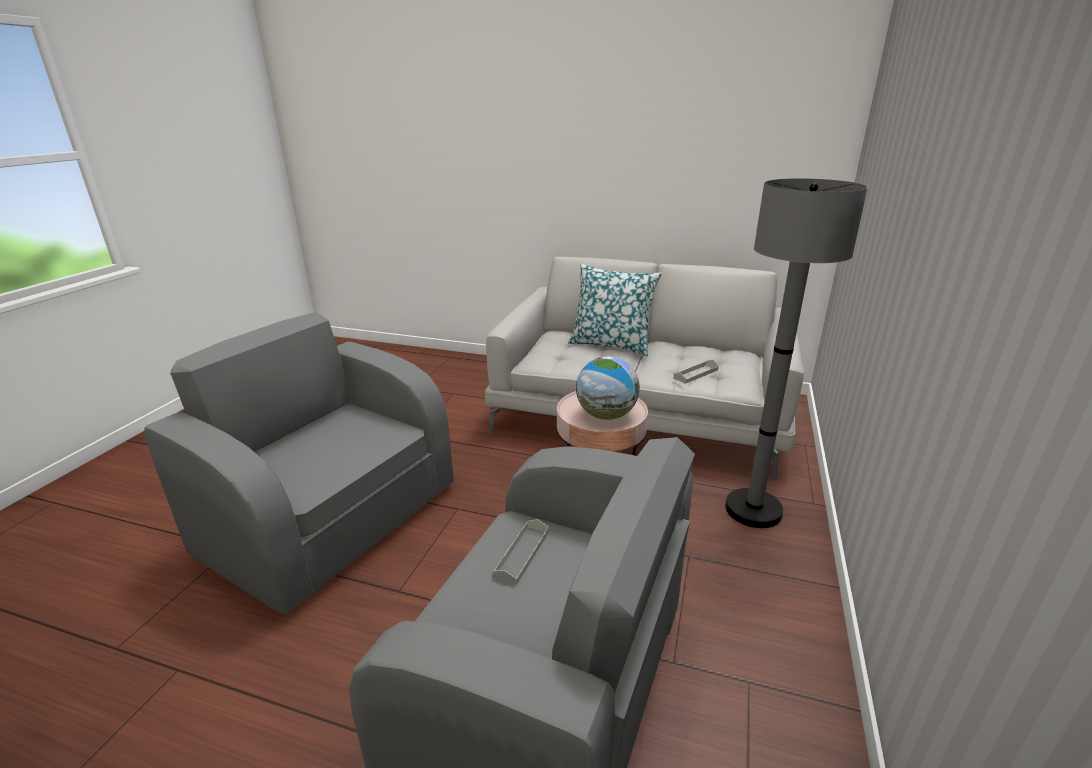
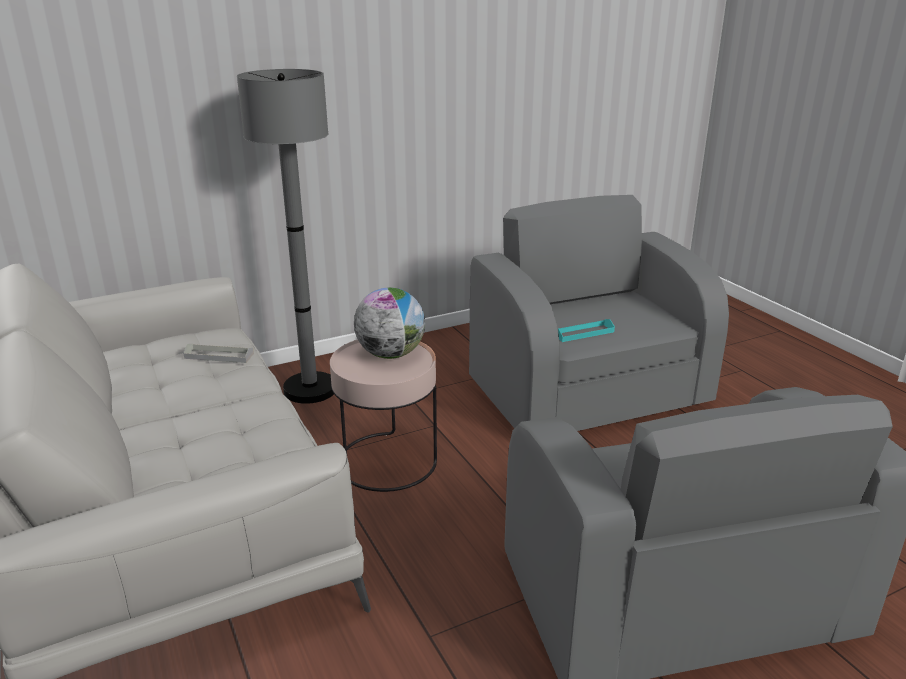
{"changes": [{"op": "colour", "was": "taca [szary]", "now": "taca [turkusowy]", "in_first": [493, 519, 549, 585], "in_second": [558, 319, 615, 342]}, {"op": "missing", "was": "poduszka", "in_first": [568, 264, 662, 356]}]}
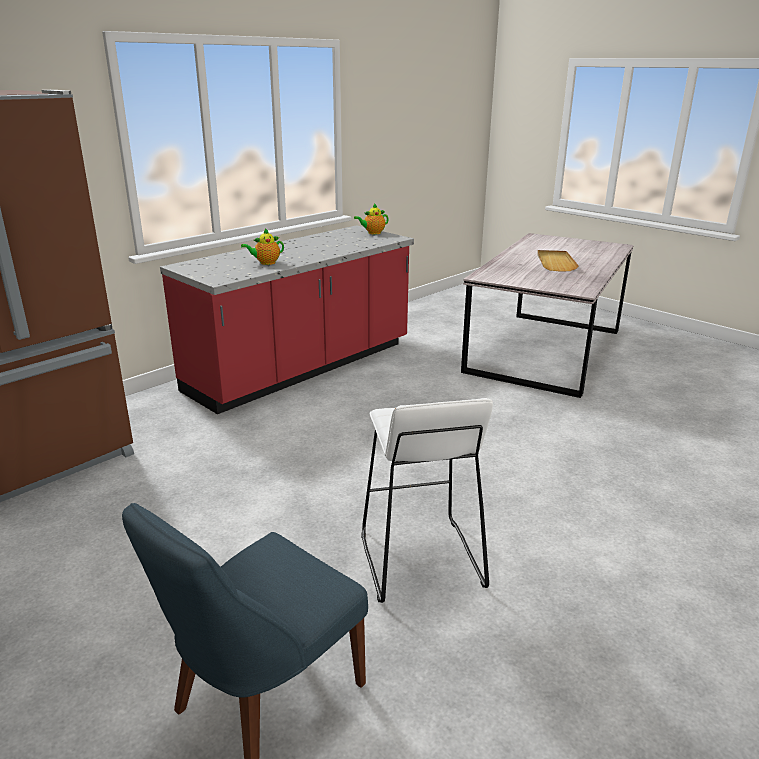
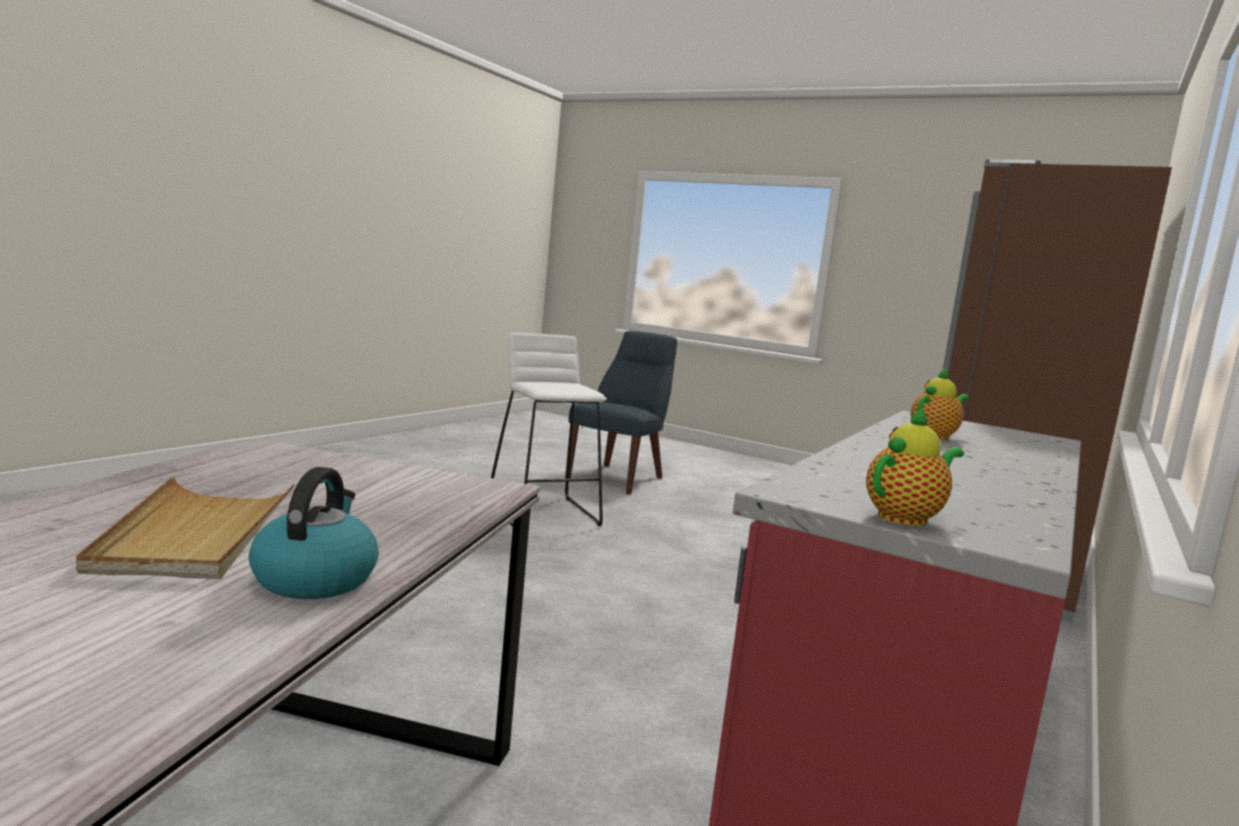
{"changes": [{"op": "appeared", "now": "czajnik", "in_second": [249, 467, 379, 599]}]}
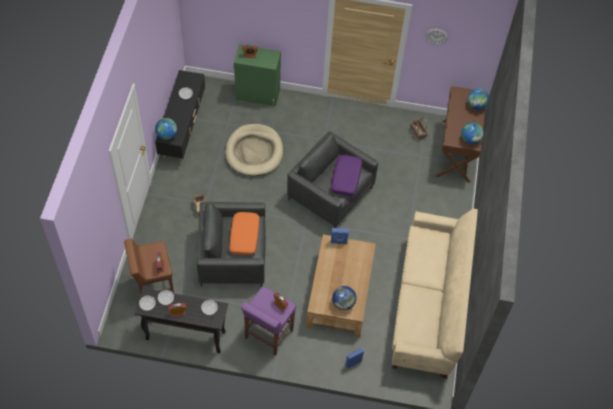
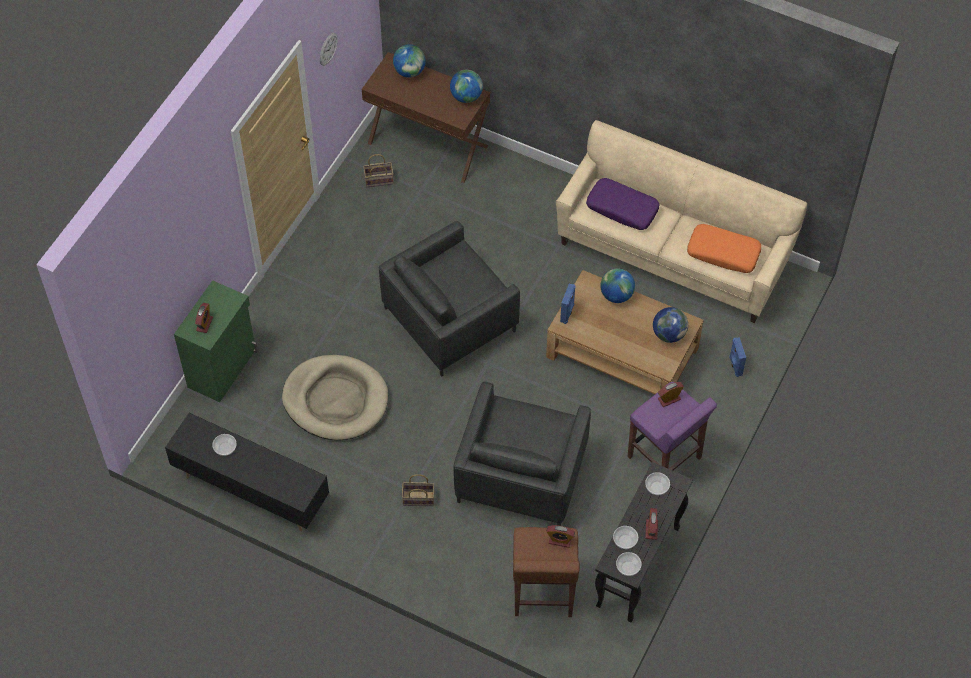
{"changes": [{"op": "relocated", "was": "poduszka [fioletowy]", "in_first": [331, 155, 363, 195], "in_second": [586, 178, 660, 230]}, {"op": "relocated", "was": "globus", "in_first": [155, 118, 177, 140], "in_second": [600, 268, 635, 303]}, {"op": "relocated", "was": "poduszka [pomarańczowy]", "in_first": [229, 212, 260, 255], "in_second": [687, 224, 761, 273]}]}
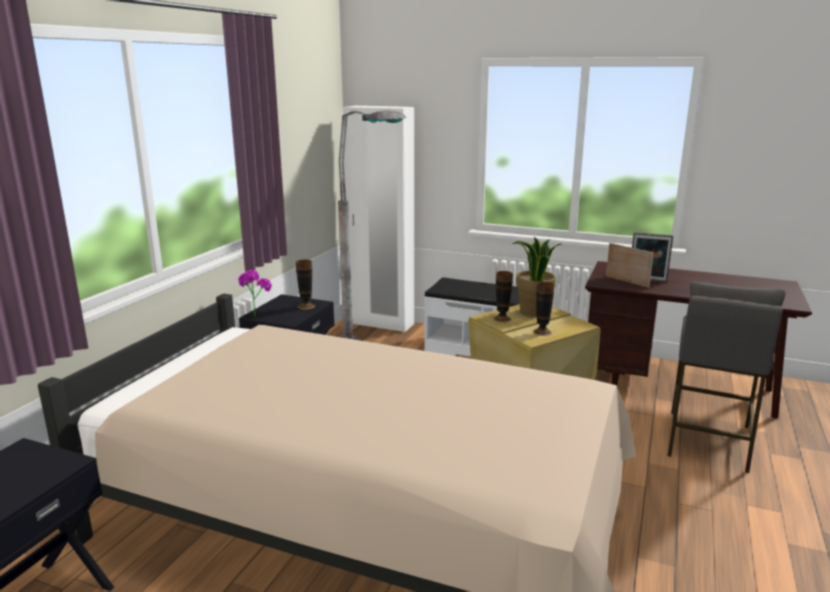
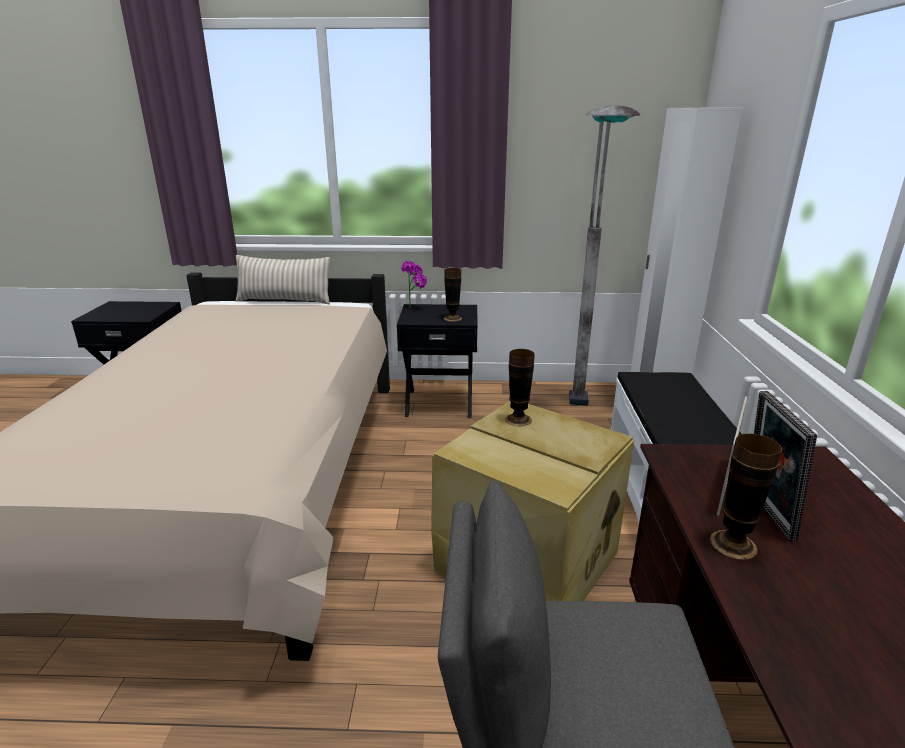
{"changes": [{"op": "appeared", "now": "poduszka [beżowy]", "in_second": [236, 255, 330, 304]}, {"op": "relocated", "was": "wazon", "in_first": [533, 282, 554, 336], "in_second": [710, 433, 782, 560]}, {"op": "missing", "was": "roślina doniczkowa", "in_first": [512, 237, 563, 316]}]}
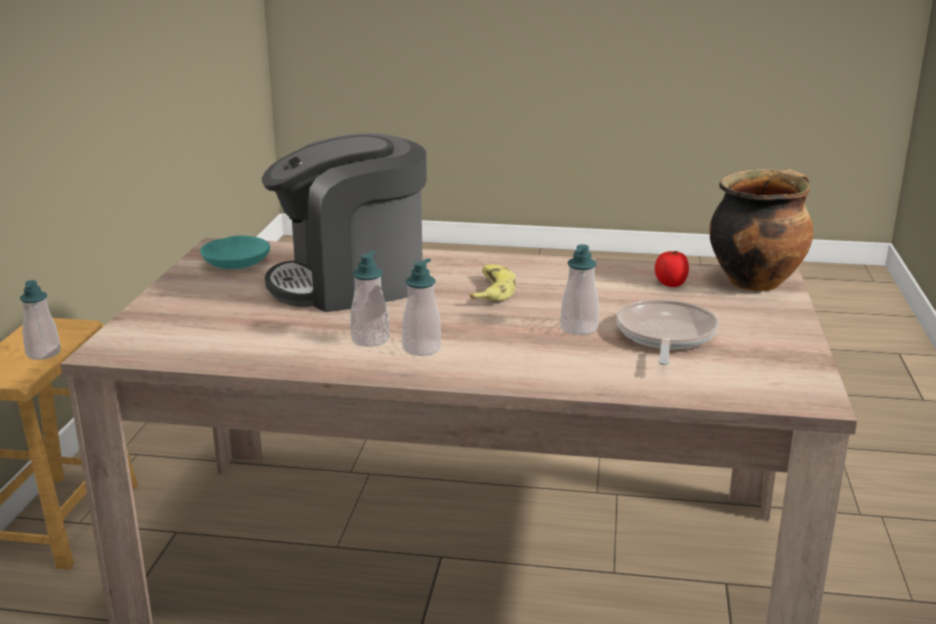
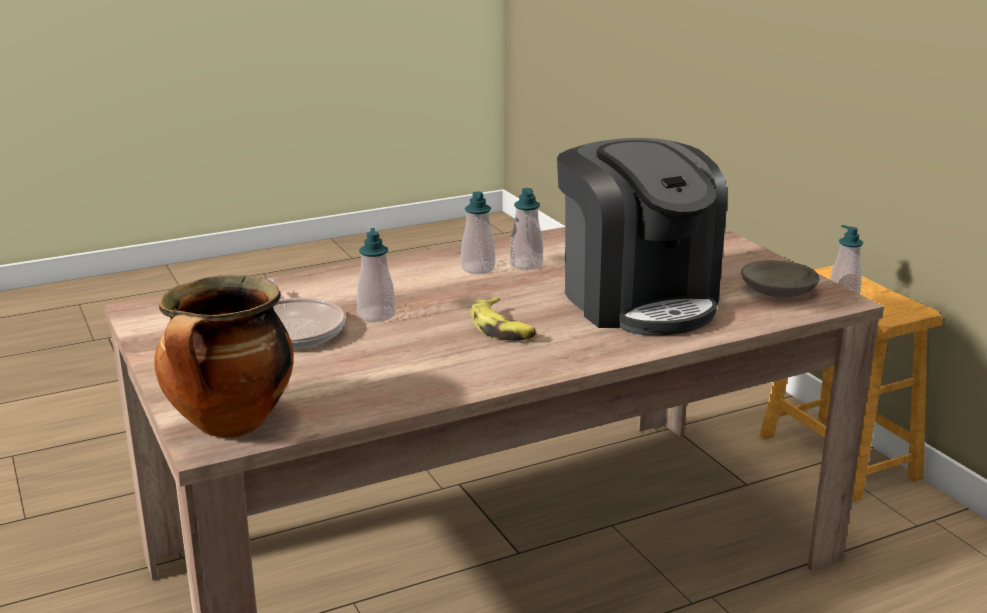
{"changes": [{"op": "spun", "was": "ekspres do kawy", "in_first": [262, 133, 427, 312], "in_second": [557, 138, 727, 335], "clockwise": 120}, {"op": "colour", "was": "miska [turkusowy]", "now": "miska [szary]", "in_first": [200, 235, 270, 269], "in_second": [741, 260, 820, 298]}, {"op": "missing", "was": "pomidor", "in_first": [655, 251, 689, 287]}]}
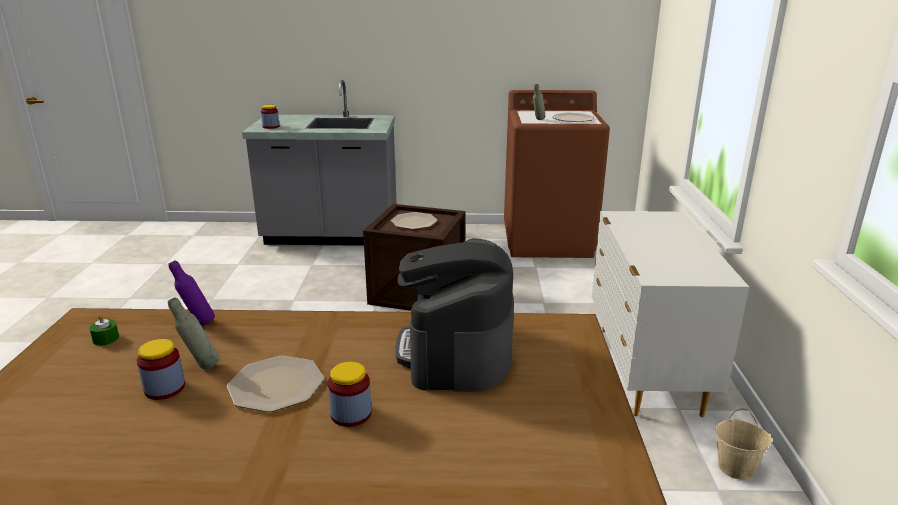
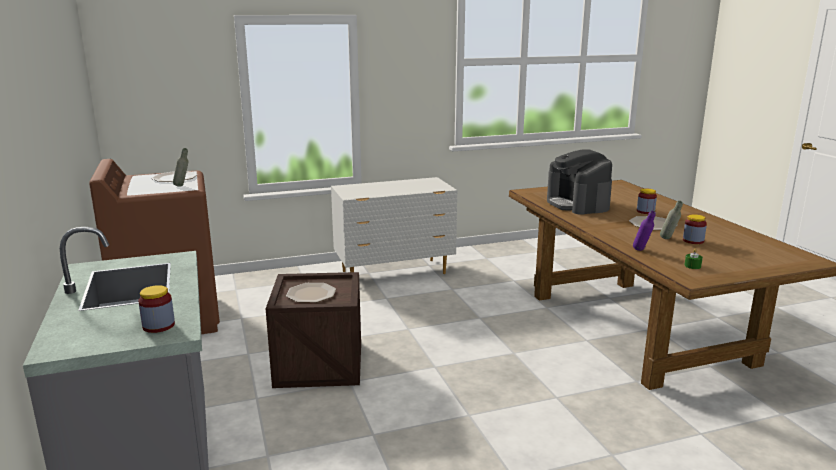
{"changes": [{"op": "spun", "was": "ekspres do kawy", "in_first": [396, 238, 514, 392], "in_second": [547, 149, 612, 215], "clockwise": 90}, {"op": "missing", "was": "wiadro [beżowy]", "in_first": [716, 409, 772, 480]}]}
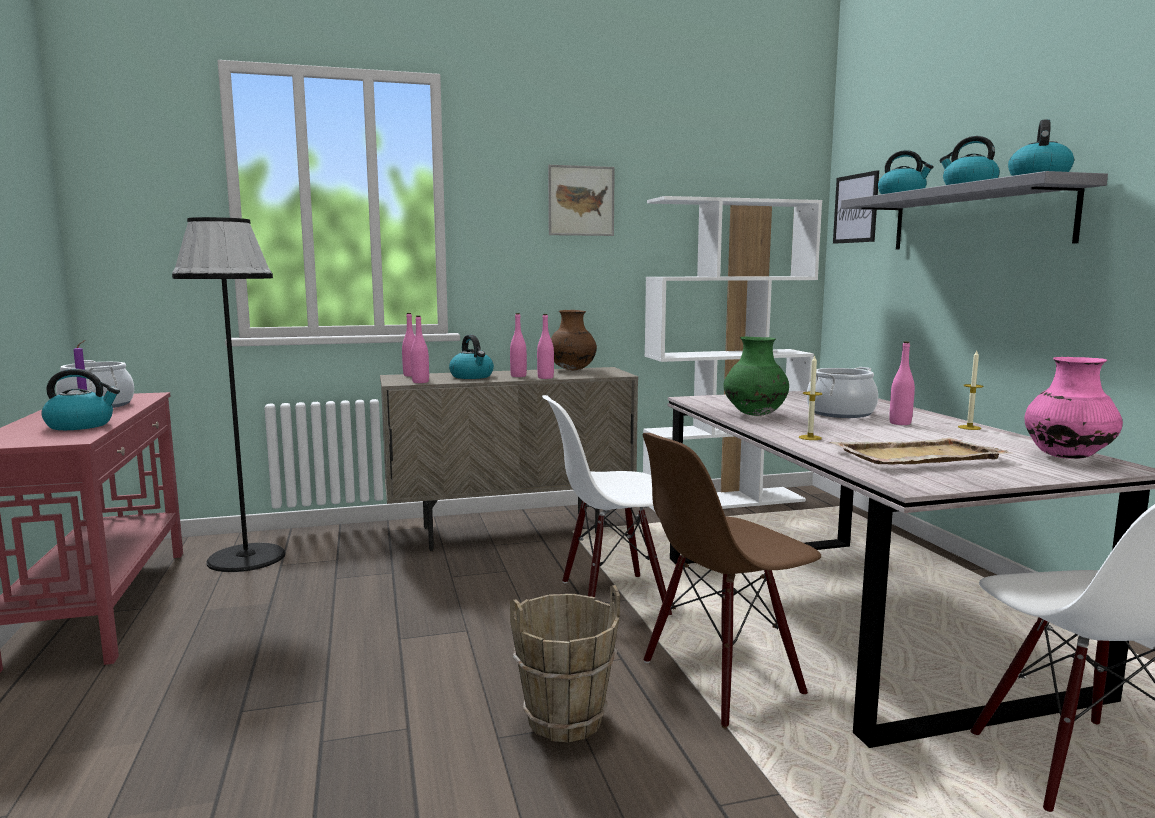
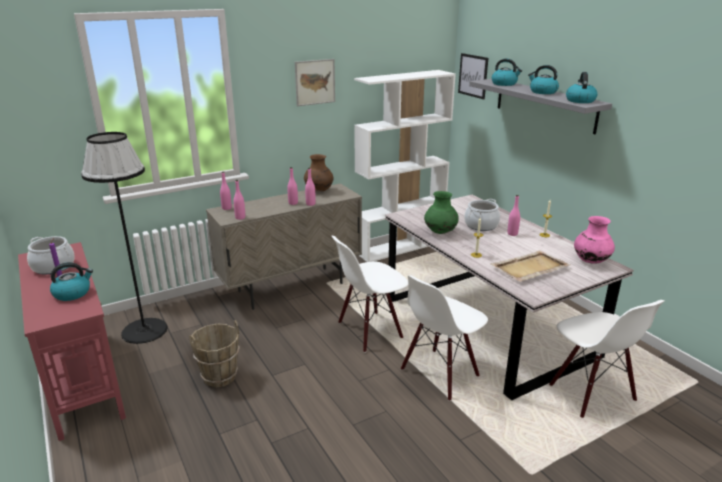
{"changes": [{"op": "relocated", "was": "wiadro [brązowy]", "in_first": [510, 585, 620, 742], "in_second": [189, 320, 240, 387]}, {"op": "colour", "was": "krzesło [brązowy]", "now": "krzesło [biały]", "in_first": [643, 433, 821, 729], "in_second": [401, 276, 488, 401]}, {"op": "missing", "was": "czajnik", "in_first": [449, 335, 494, 379]}]}
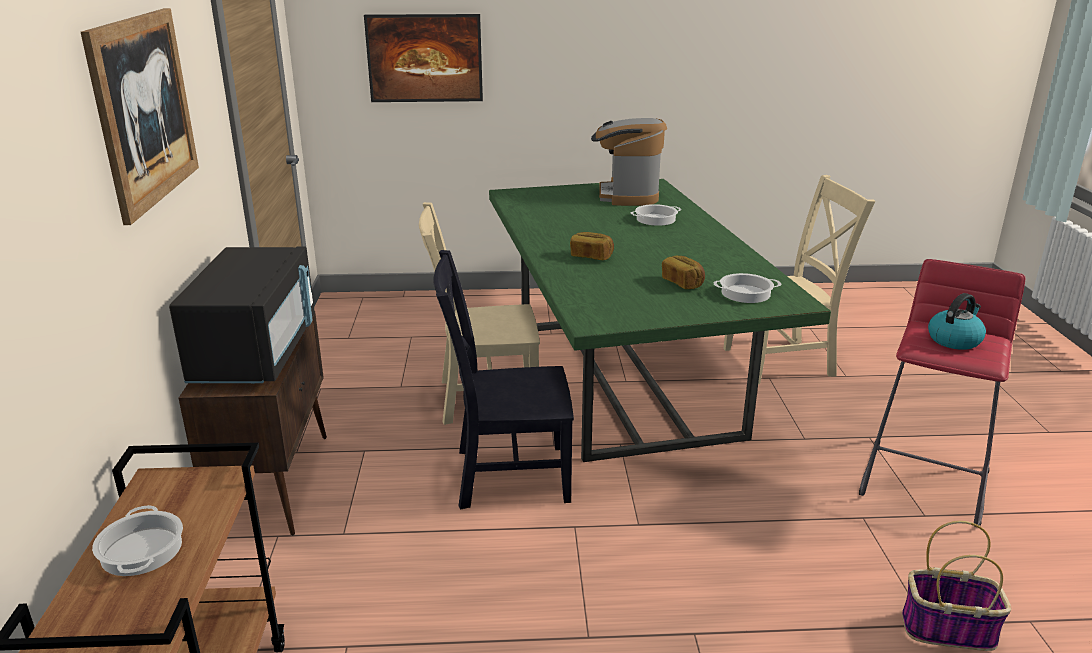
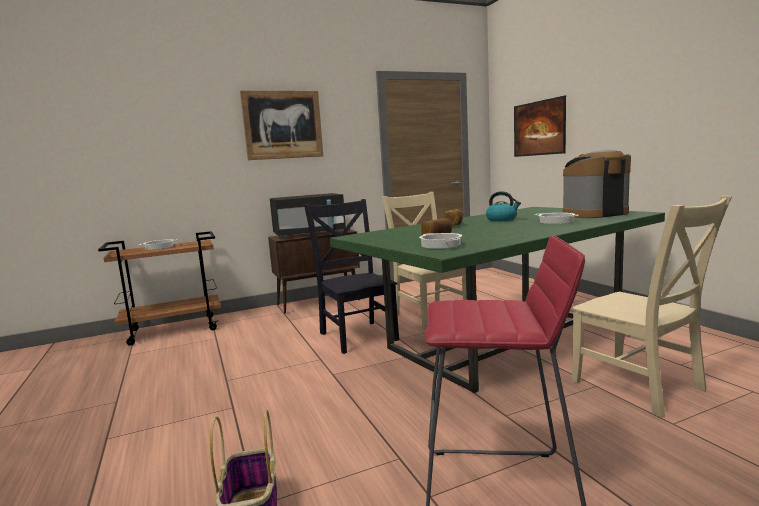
{"changes": [{"op": "relocated", "was": "czajnik", "in_first": [928, 293, 986, 350], "in_second": [486, 191, 521, 221]}]}
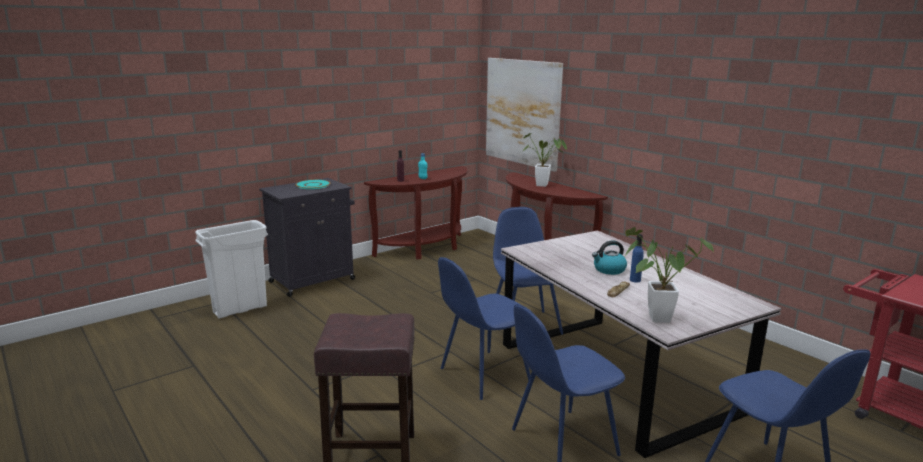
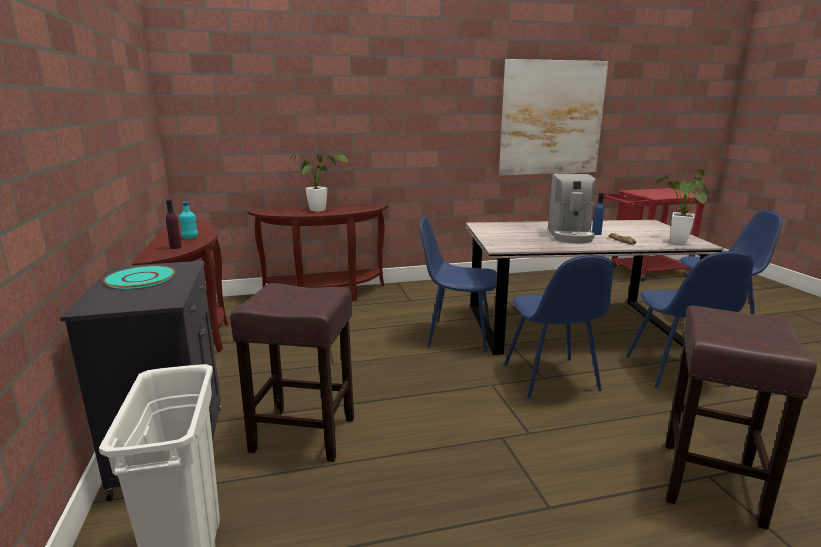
{"changes": [{"op": "appeared", "now": "stołek [brązowy]", "in_second": [230, 283, 354, 462]}, {"op": "relocated", "was": "obraz", "in_first": [486, 58, 563, 172], "in_second": [499, 59, 608, 175]}, {"op": "exchanged", "was": "czajnik", "now": "ekspres do kawy", "in_first": [592, 240, 627, 275], "in_second": [548, 174, 596, 244]}]}
